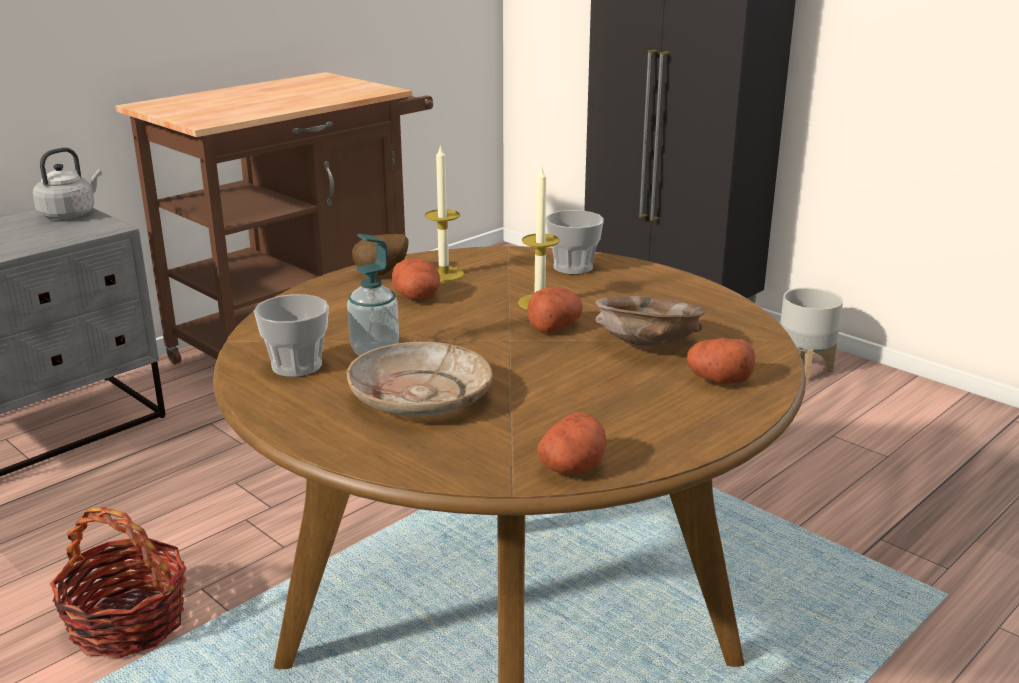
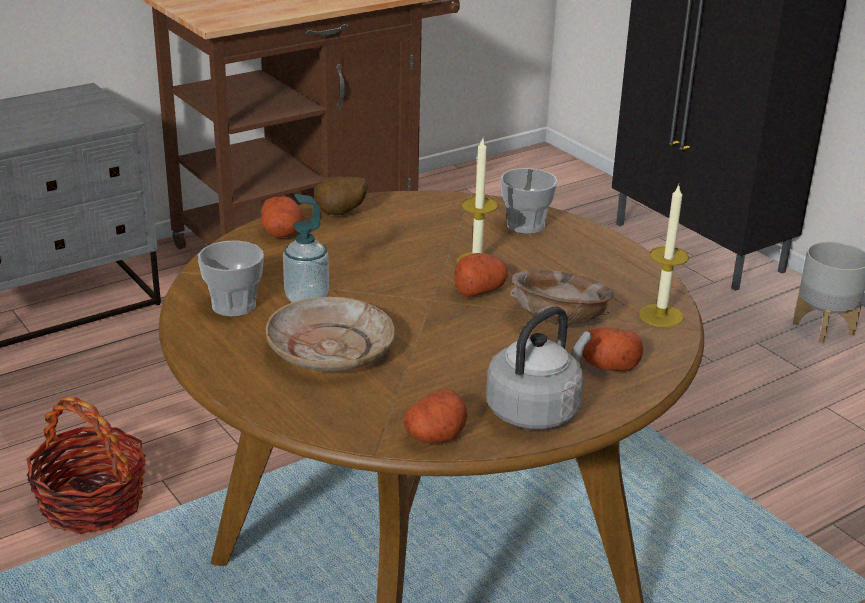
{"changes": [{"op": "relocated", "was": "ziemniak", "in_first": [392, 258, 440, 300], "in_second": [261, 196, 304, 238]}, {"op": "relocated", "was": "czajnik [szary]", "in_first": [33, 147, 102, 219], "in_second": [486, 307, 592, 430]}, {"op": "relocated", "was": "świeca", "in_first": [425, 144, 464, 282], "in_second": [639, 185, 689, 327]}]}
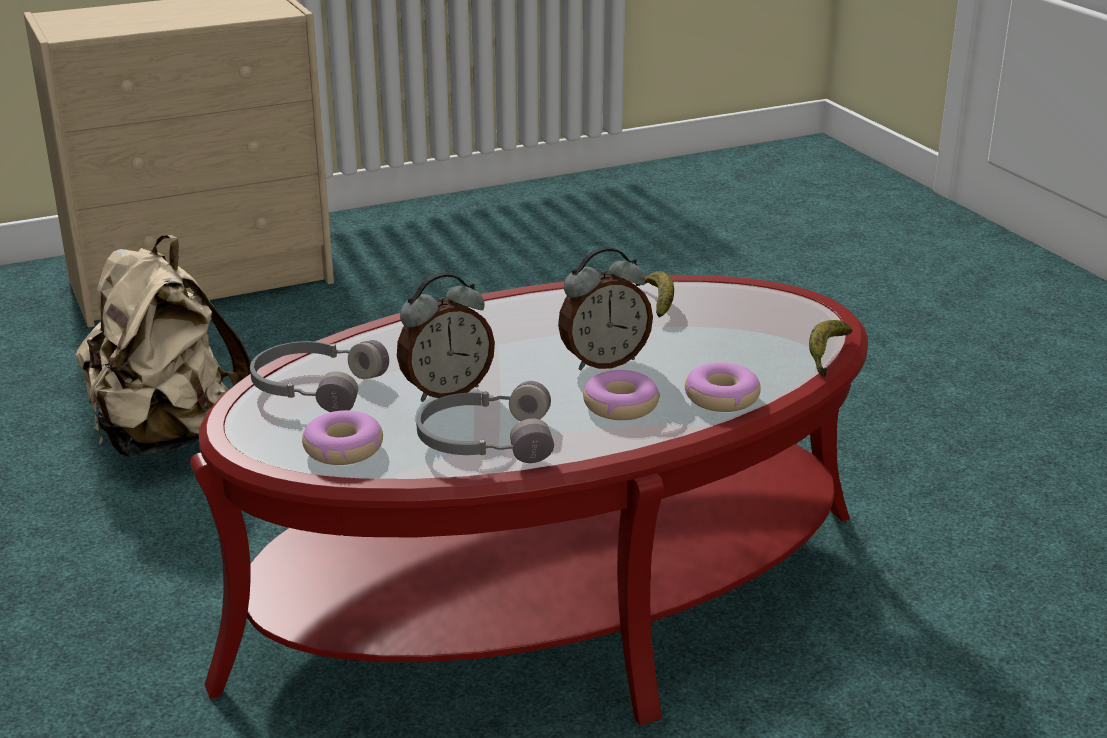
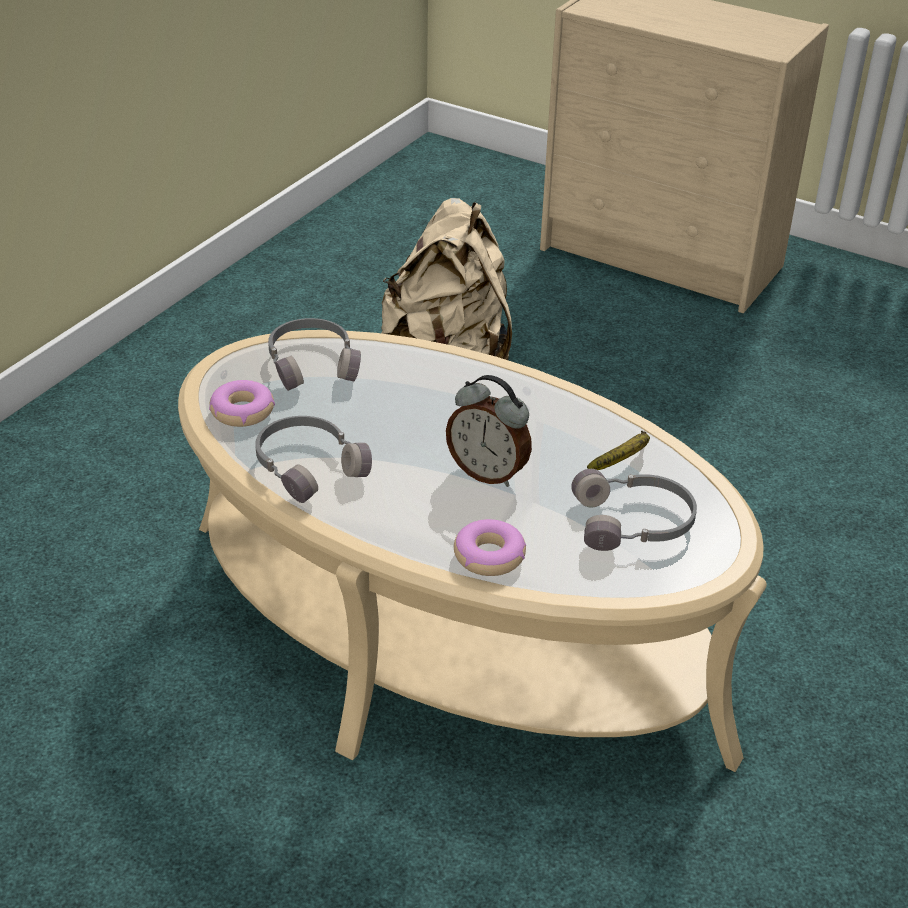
{"changes": [{"op": "colour", "was": "ława [czerwony]", "now": "ława [beżowy]", "in_first": [190, 275, 868, 726], "in_second": [178, 330, 767, 772]}, {"op": "appeared", "now": "słuchawki [szary]", "in_second": [571, 469, 697, 551]}, {"op": "missing", "was": "budzik", "in_first": [397, 273, 495, 402]}, {"op": "missing", "was": "donut", "in_first": [583, 370, 660, 420]}, {"op": "missing", "was": "banan", "in_first": [809, 320, 853, 377]}]}
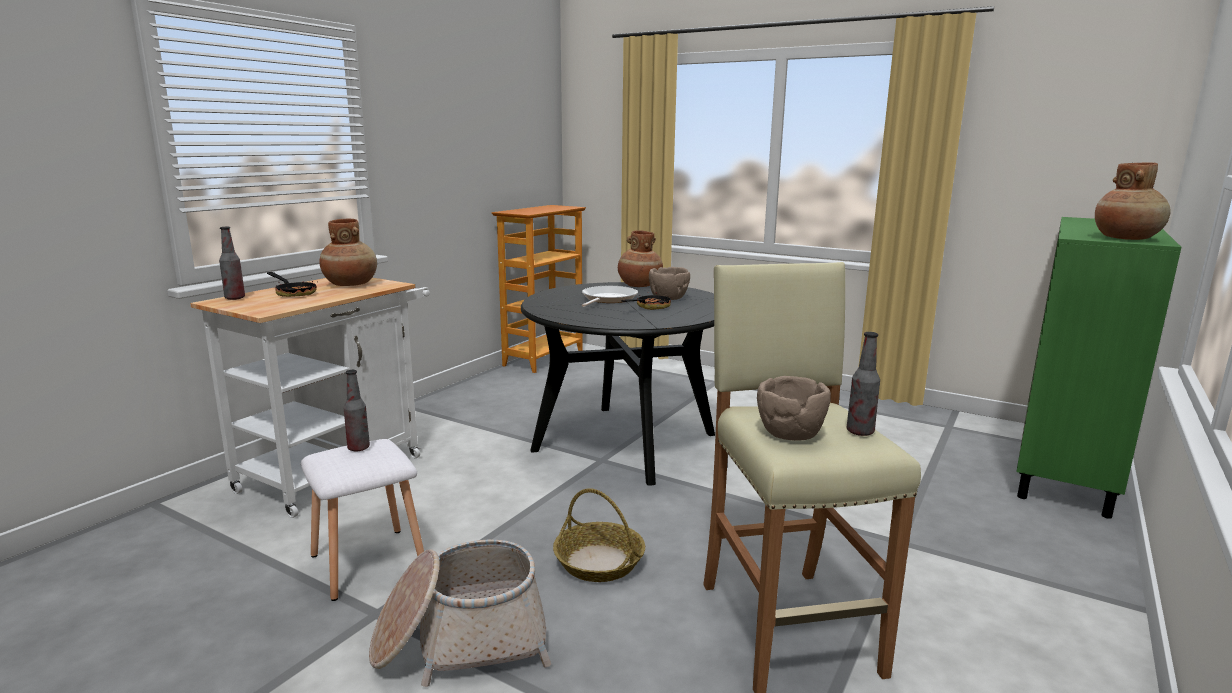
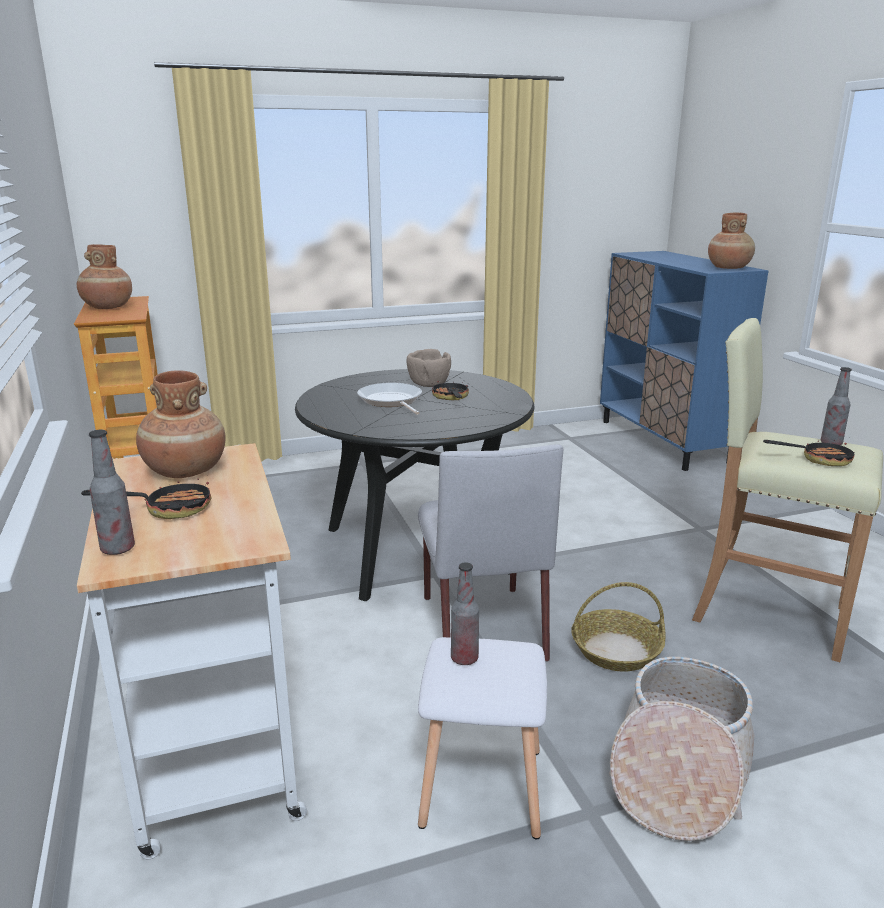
{"changes": [{"op": "relocated", "was": "wazon [brązowy]", "in_first": [618, 230, 663, 287], "in_second": [77, 244, 132, 309]}, {"op": "appeared", "now": "krzesło [szary]", "in_second": [418, 444, 563, 662]}, {"op": "colour", "was": "szafka [zielony]", "now": "szafka [niebieski]", "in_first": [1016, 217, 1182, 519], "in_second": [600, 251, 769, 471]}, {"op": "exchanged", "was": "miska [brązowy]", "now": "patelnia", "in_first": [757, 376, 831, 441], "in_second": [763, 440, 855, 466]}]}
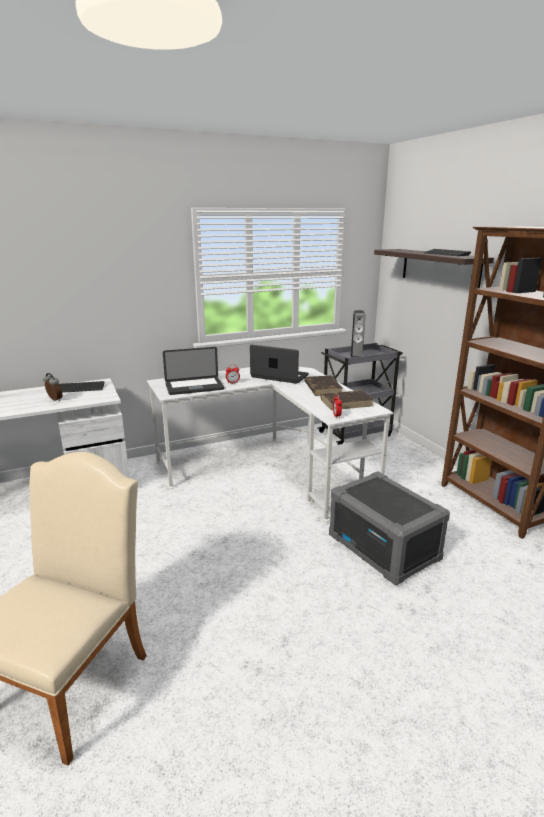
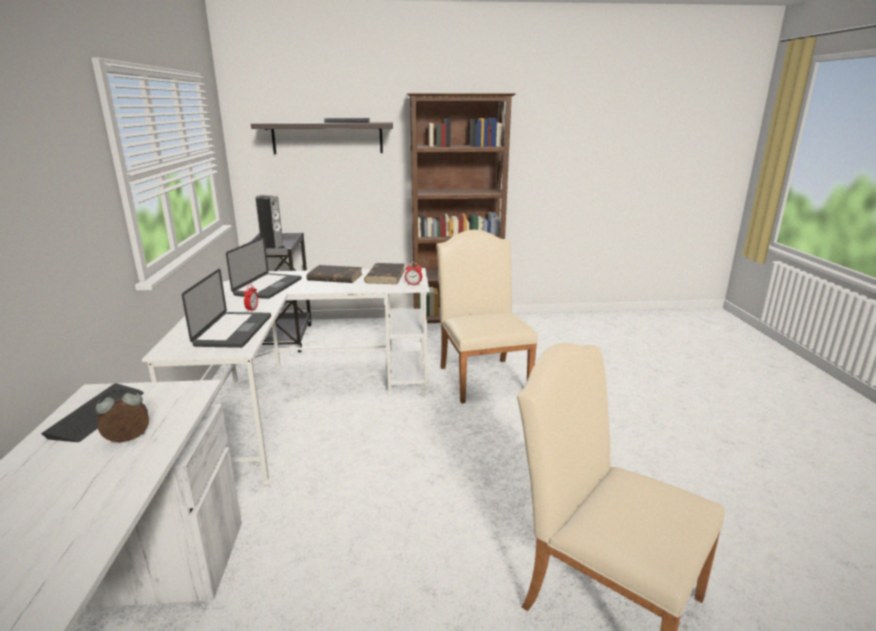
{"changes": [{"op": "spun", "was": "laptop", "in_first": [250, 345, 309, 384], "in_second": [226, 237, 302, 299], "clockwise": 150}, {"op": "exchanged", "was": "pojemnik do przechowywania [szary]", "now": "krzesło [beżowy]", "in_first": [329, 471, 450, 585], "in_second": [437, 230, 538, 404]}]}
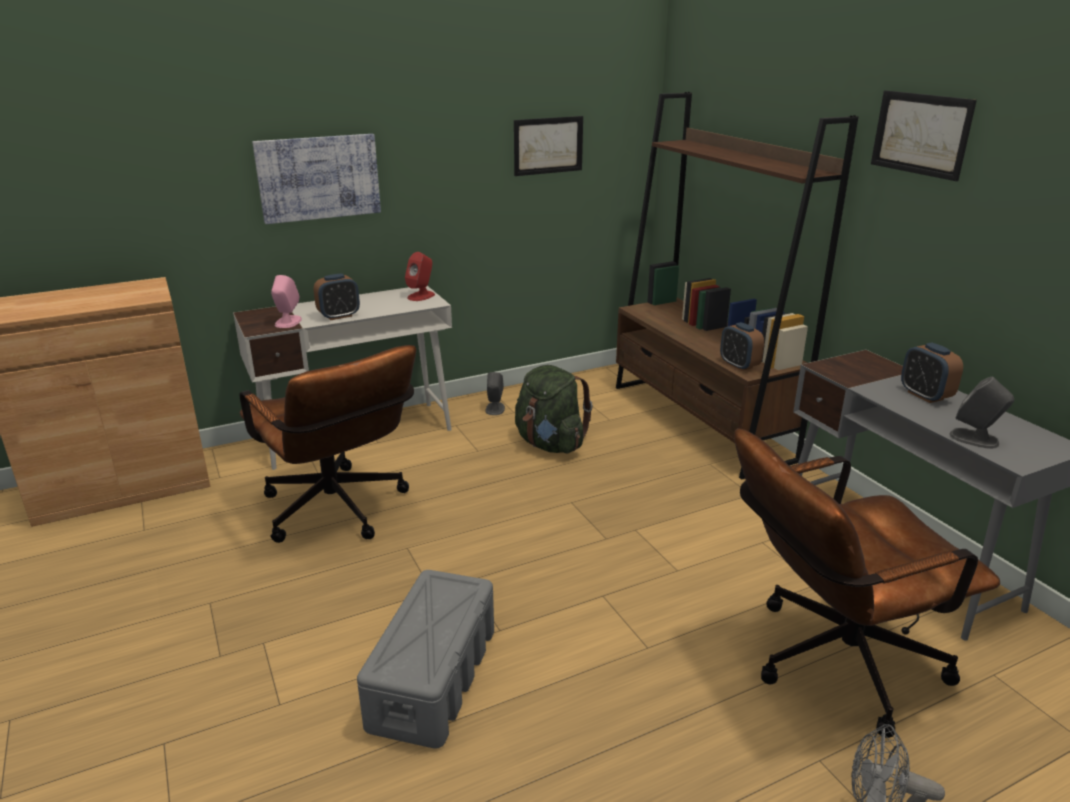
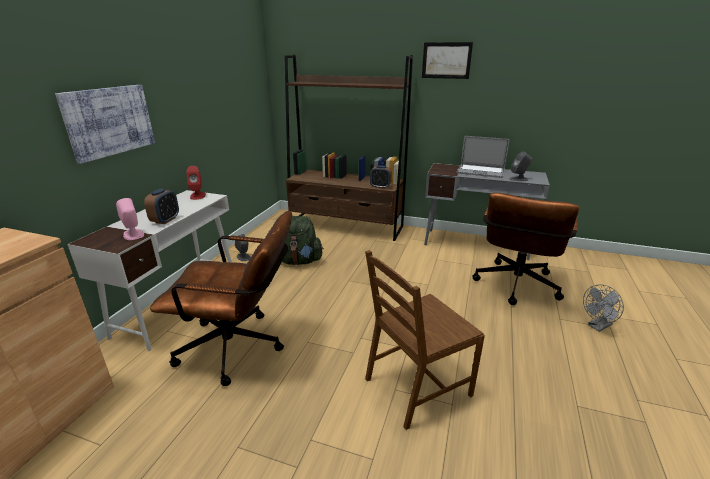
{"changes": [{"op": "exchanged", "was": "pojemnik do przechowywania [szary]", "now": "krzesło [brązowy]", "in_first": [357, 570, 494, 749], "in_second": [365, 250, 485, 430]}, {"op": "exchanged", "was": "budzik", "now": "laptop", "in_first": [901, 343, 963, 403], "in_second": [457, 136, 510, 178]}, {"op": "missing", "was": "obraz", "in_first": [514, 116, 583, 176]}]}
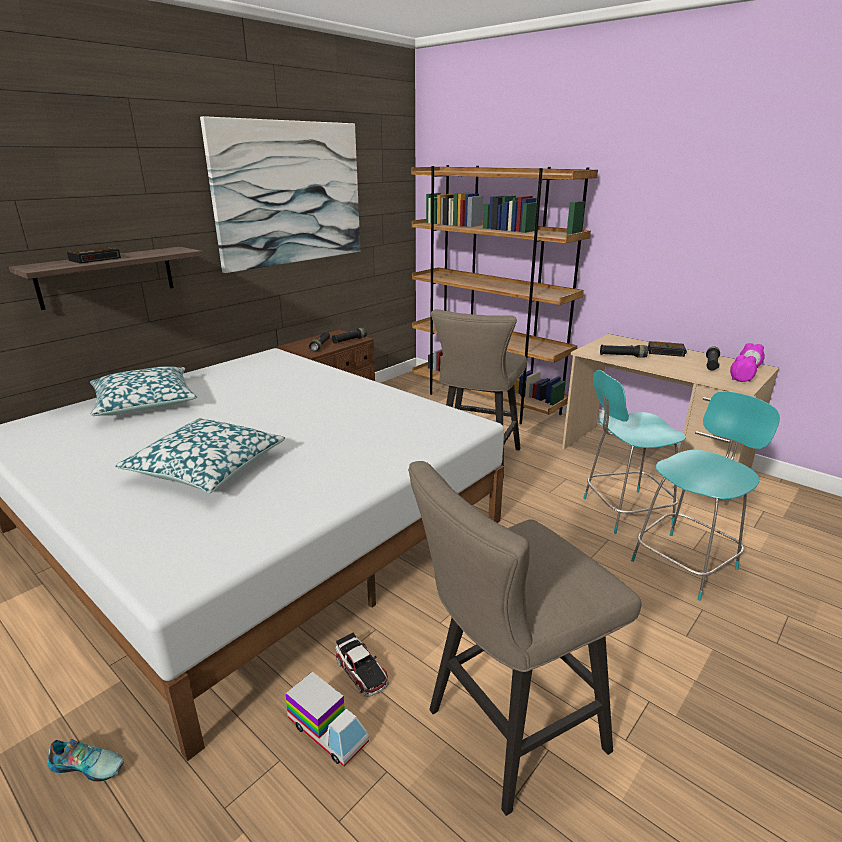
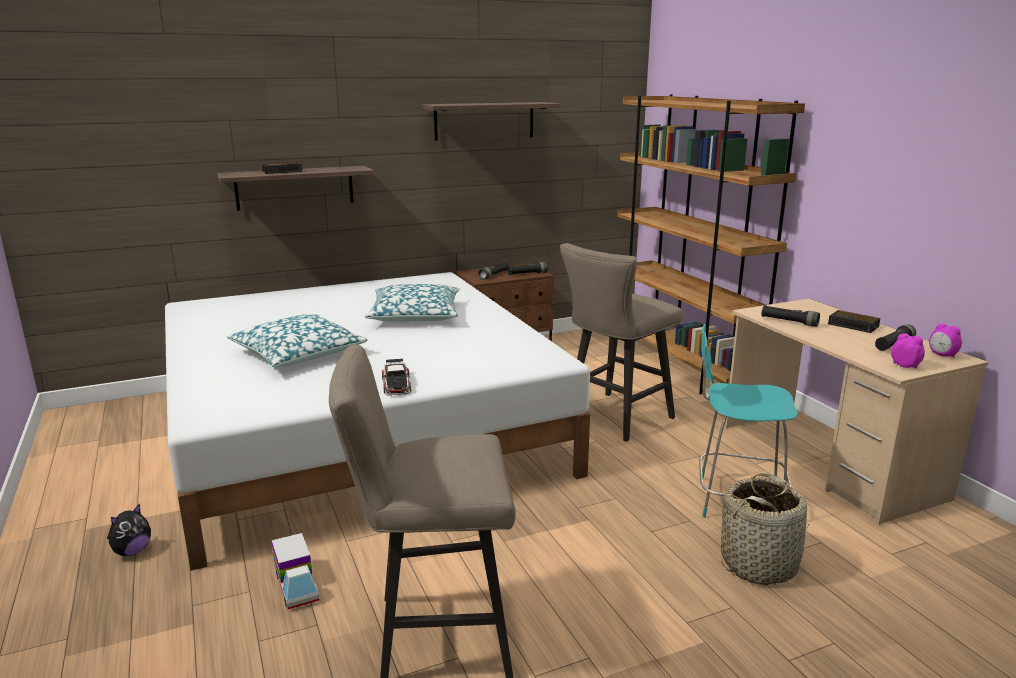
{"changes": [{"op": "exchanged", "was": "but", "now": "pluszak", "in_first": [48, 739, 124, 782], "in_second": [107, 504, 151, 556]}, {"op": "relocated", "was": "poduszka", "in_first": [90, 366, 197, 416], "in_second": [364, 284, 460, 322]}, {"op": "relocated", "was": "samochodzik", "in_first": [335, 632, 389, 697], "in_second": [382, 359, 411, 396]}, {"op": "exchanged", "was": "obraz", "now": "półka", "in_first": [200, 116, 360, 273], "in_second": [421, 102, 561, 141]}, {"op": "exchanged", "was": "krzesło [turkusowy]", "now": "koszyk", "in_first": [631, 391, 780, 601], "in_second": [721, 473, 810, 585]}]}
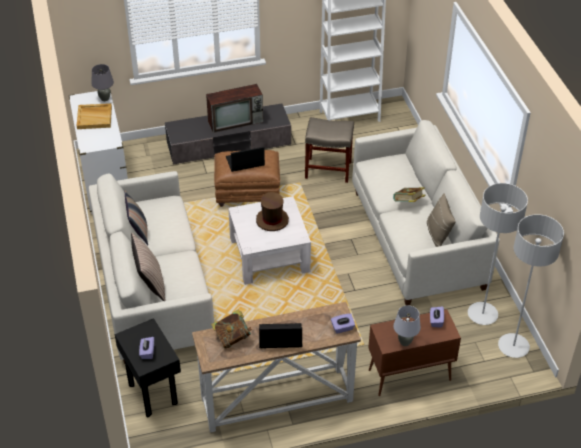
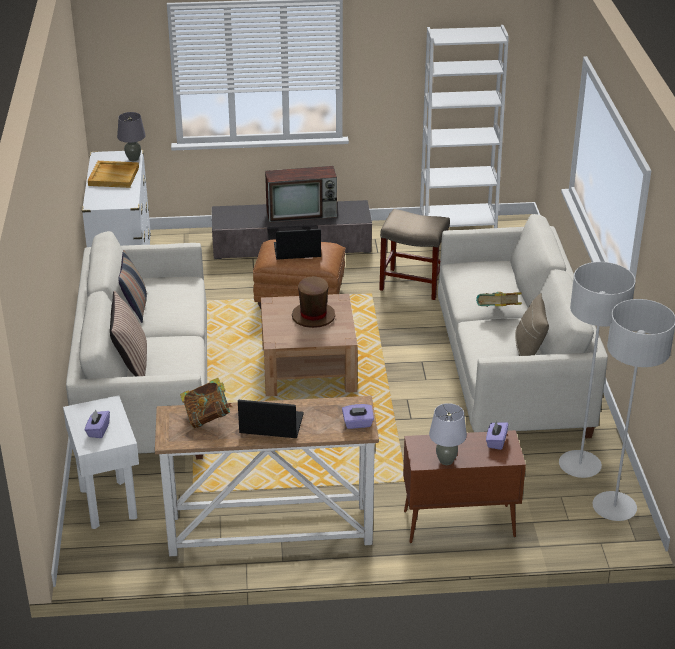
{"changes": [{"op": "colour", "was": "stolik [czarny]", "now": "stolik [biały]", "in_first": [115, 318, 181, 417], "in_second": [63, 395, 139, 529]}, {"op": "colour", "was": "ława [biały]", "now": "ława [brązowy]", "in_first": [228, 196, 311, 285], "in_second": [261, 294, 357, 396]}]}
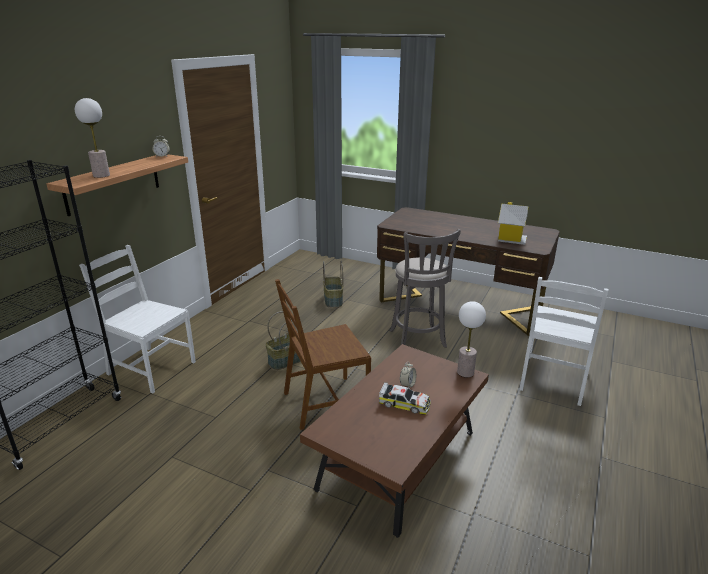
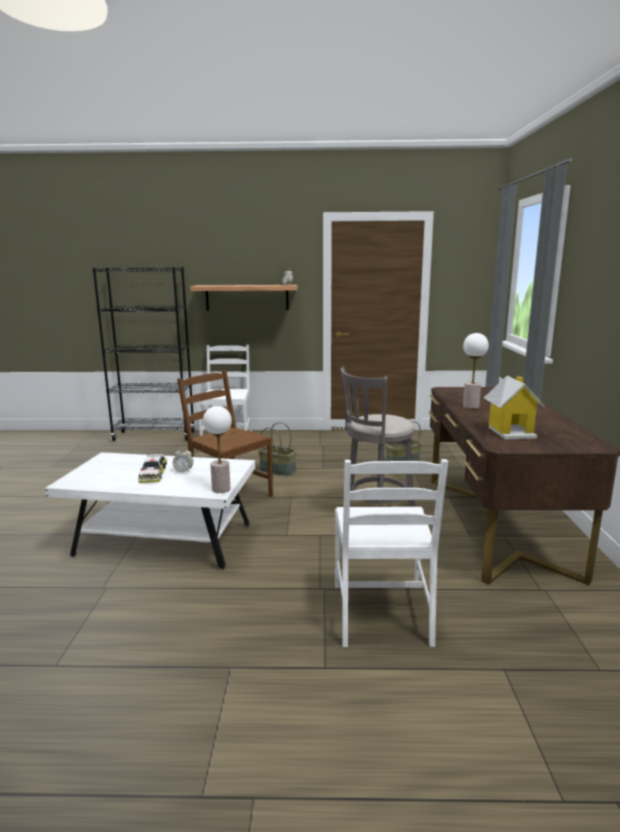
{"changes": [{"op": "colour", "was": "ława [brązowy]", "now": "ława [biały]", "in_first": [300, 344, 489, 538], "in_second": [45, 452, 255, 570]}, {"op": "spun", "was": "krzesło [biały]", "in_first": [519, 277, 608, 406], "in_second": [335, 459, 448, 647], "clockwise": -90}, {"op": "relocated", "was": "lampa stołowa", "in_first": [75, 98, 110, 178], "in_second": [463, 333, 489, 409]}]}
